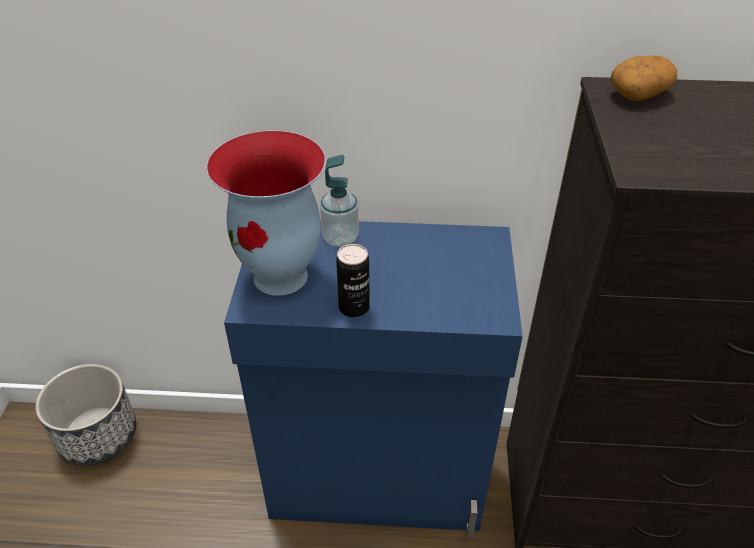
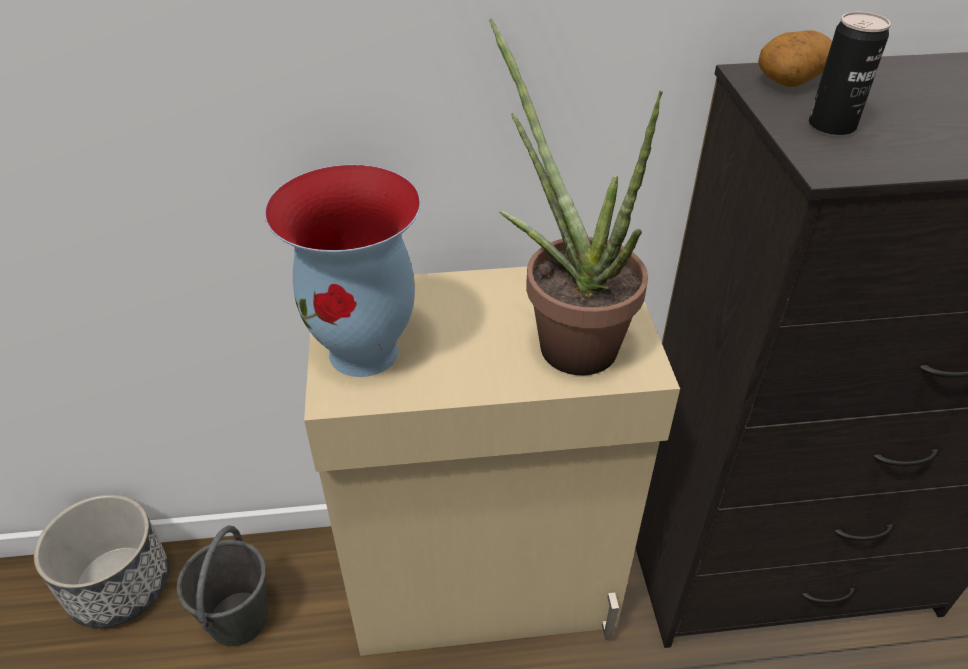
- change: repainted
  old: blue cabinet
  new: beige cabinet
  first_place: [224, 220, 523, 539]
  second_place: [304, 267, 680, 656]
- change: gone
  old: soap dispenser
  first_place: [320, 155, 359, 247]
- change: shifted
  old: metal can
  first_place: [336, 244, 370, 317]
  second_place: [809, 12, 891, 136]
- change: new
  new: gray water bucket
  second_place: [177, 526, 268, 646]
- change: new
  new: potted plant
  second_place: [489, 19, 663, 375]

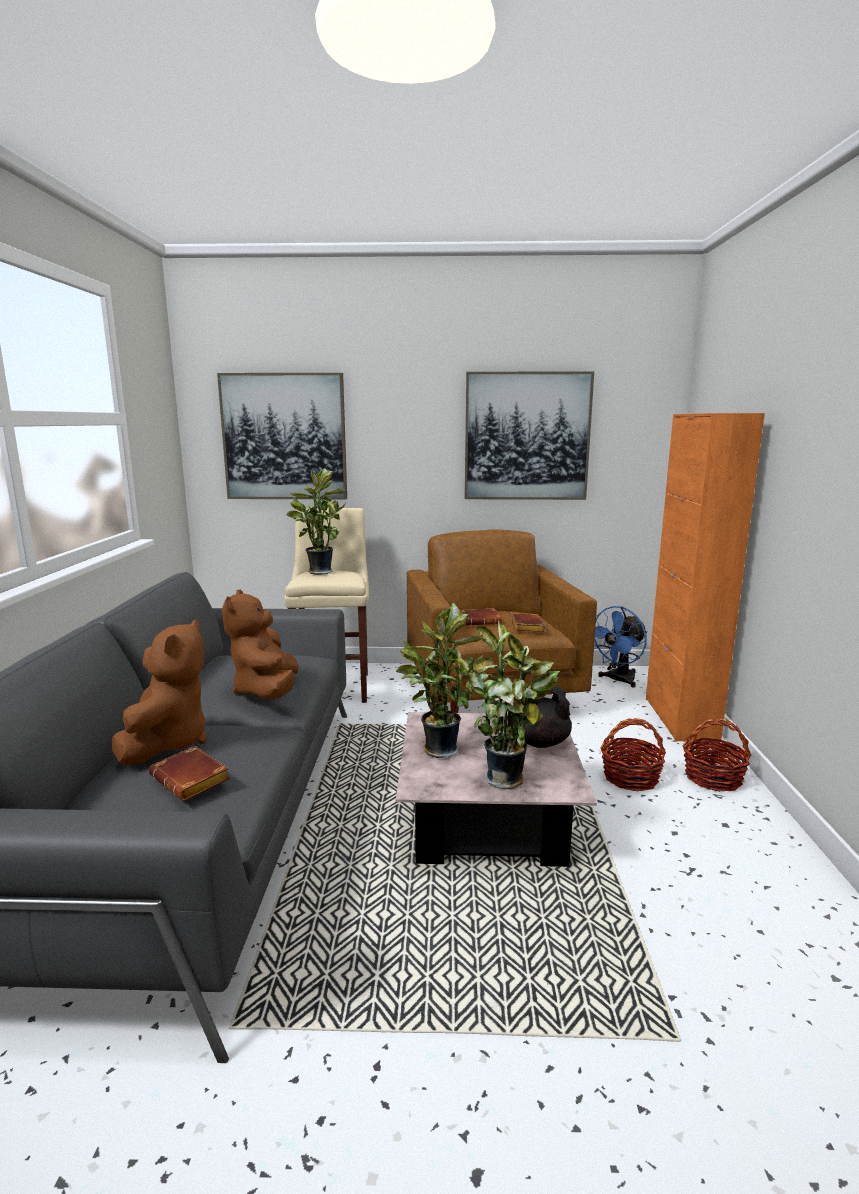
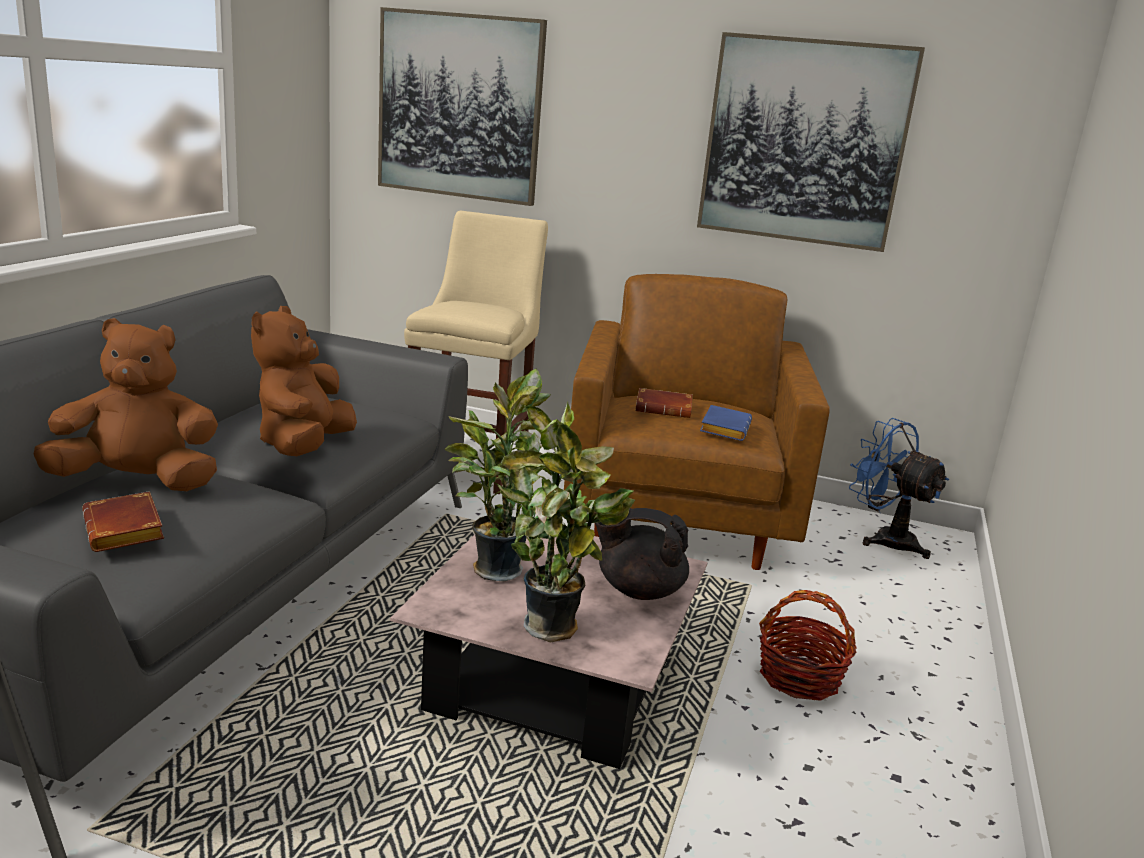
- change: rotated
  old: brown-coloured cuddly toy
  first_place: [112, 619, 207, 765]
  second_place: [33, 318, 218, 491]
  degrees: -120
- change: gone
  old: potted plant
  first_place: [287, 468, 346, 575]
- change: repainted
  old: brown-coloured volume
  new: blue volume
  first_place: [511, 613, 546, 632]
  second_place: [700, 405, 752, 441]
- change: rotated
  old: blue fan
  first_place: [594, 606, 647, 688]
  second_place: [849, 418, 949, 559]
  degrees: 75
- change: gone
  old: orangey cabinet
  first_place: [646, 413, 765, 741]
- change: gone
  old: household basket
  first_place: [682, 718, 751, 792]

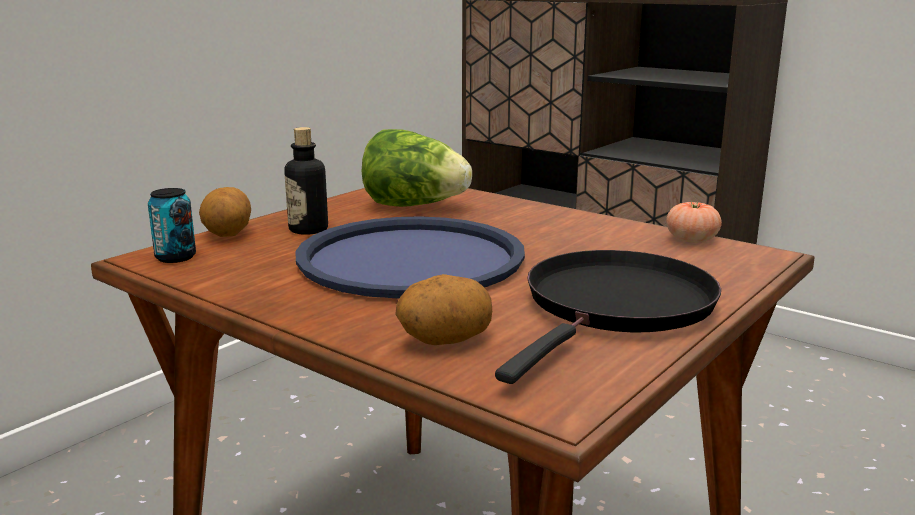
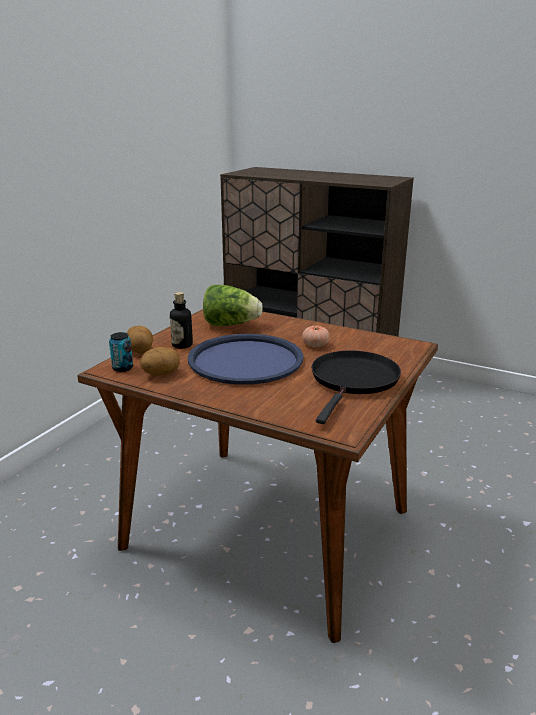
- change: shifted
  old: spud
  first_place: [395, 274, 492, 345]
  second_place: [140, 347, 180, 376]
- change: shifted
  old: whole tomato
  first_place: [666, 201, 722, 243]
  second_place: [302, 326, 330, 347]

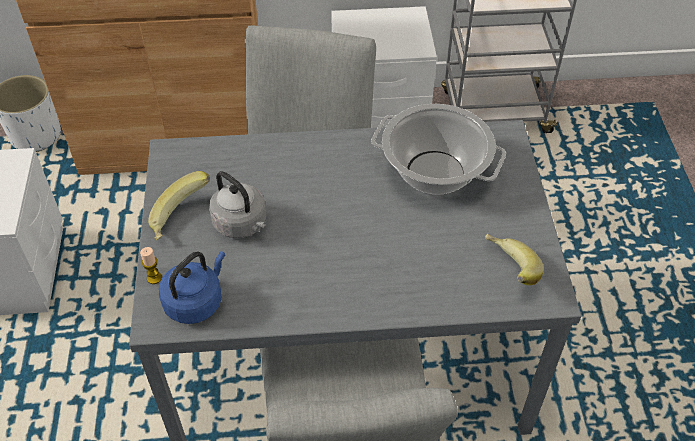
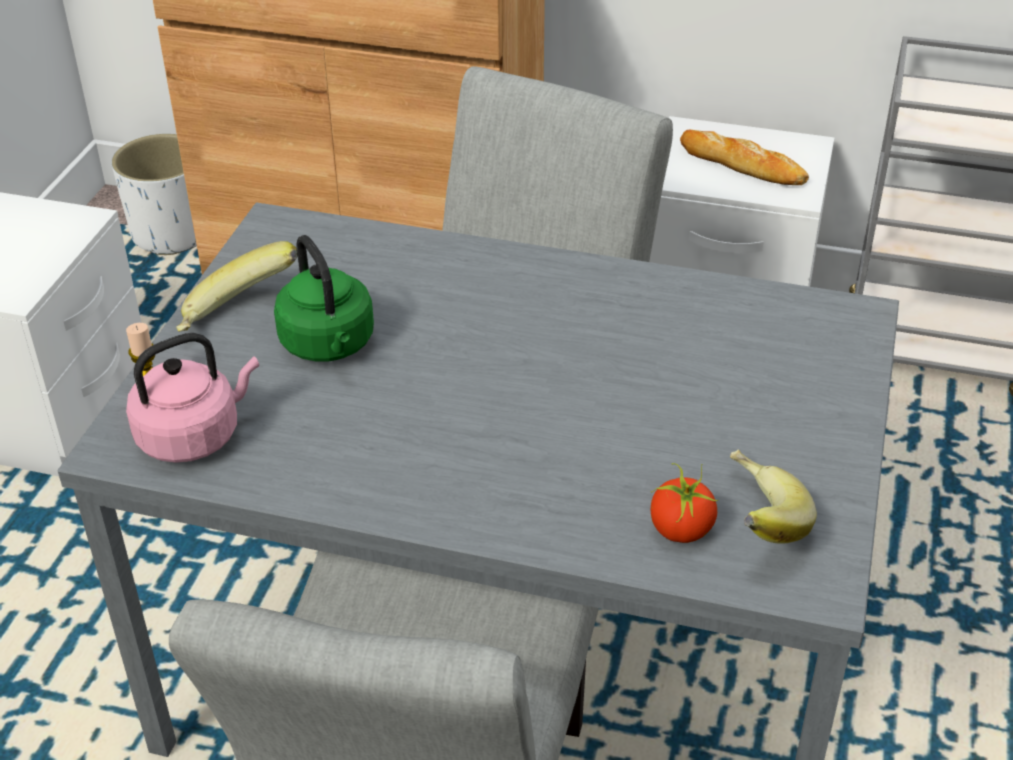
- change: repainted
  old: blue kettle
  new: pink kettle
  first_place: [159, 251, 226, 324]
  second_place: [126, 333, 259, 463]
- change: repainted
  old: gray kettle
  new: greenish kettle
  first_place: [209, 171, 266, 238]
  second_place: [274, 235, 374, 362]
- change: gone
  old: cooking pot
  first_place: [371, 104, 506, 195]
- change: new
  new: whole tomato
  second_place: [650, 463, 718, 543]
- change: new
  new: bakery bread
  second_place: [680, 129, 809, 185]

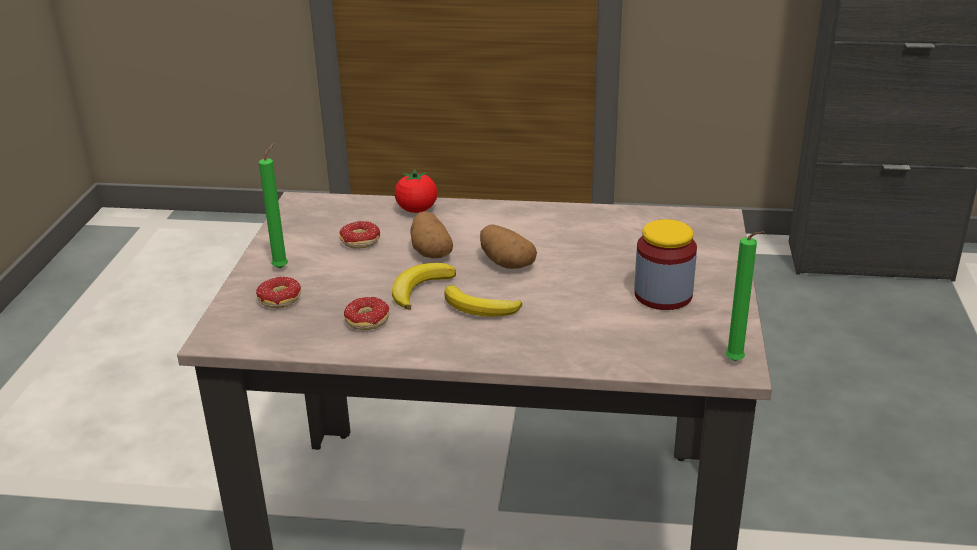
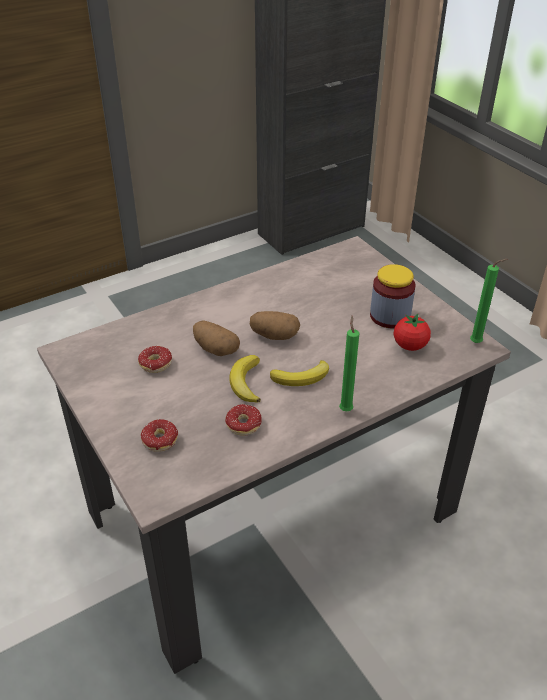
- change: shifted
  old: greenish candle
  first_place: [259, 143, 288, 269]
  second_place: [339, 316, 359, 411]
- change: shifted
  old: whole tomato
  first_place: [395, 169, 437, 213]
  second_place: [394, 314, 431, 351]

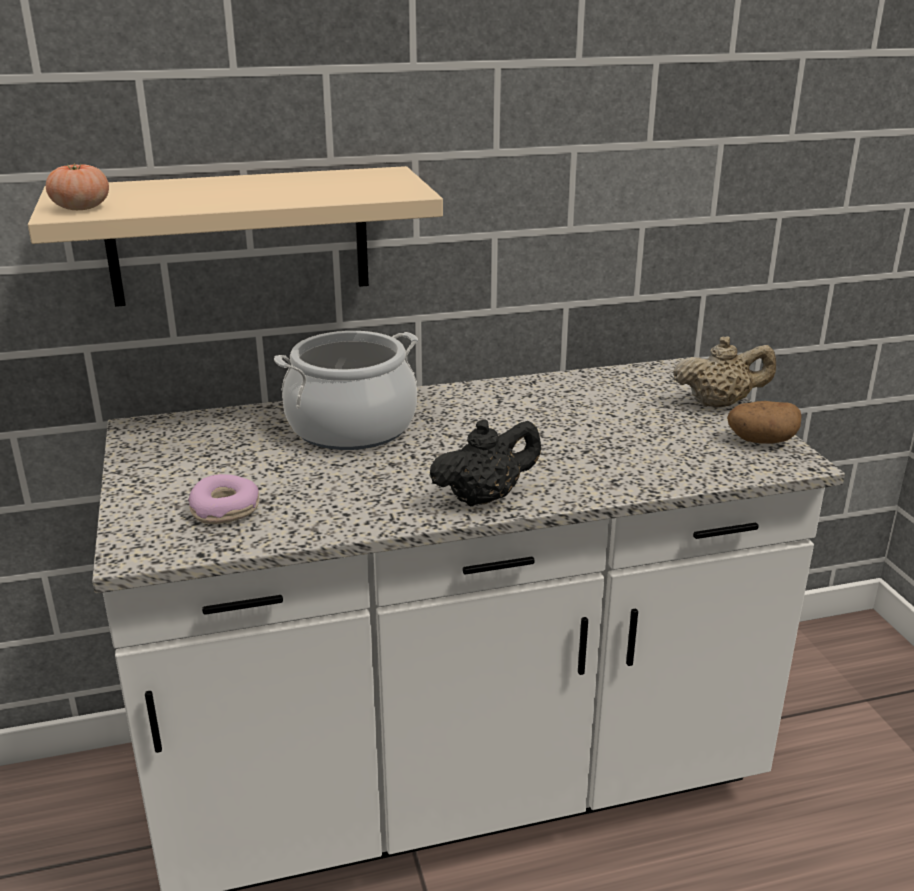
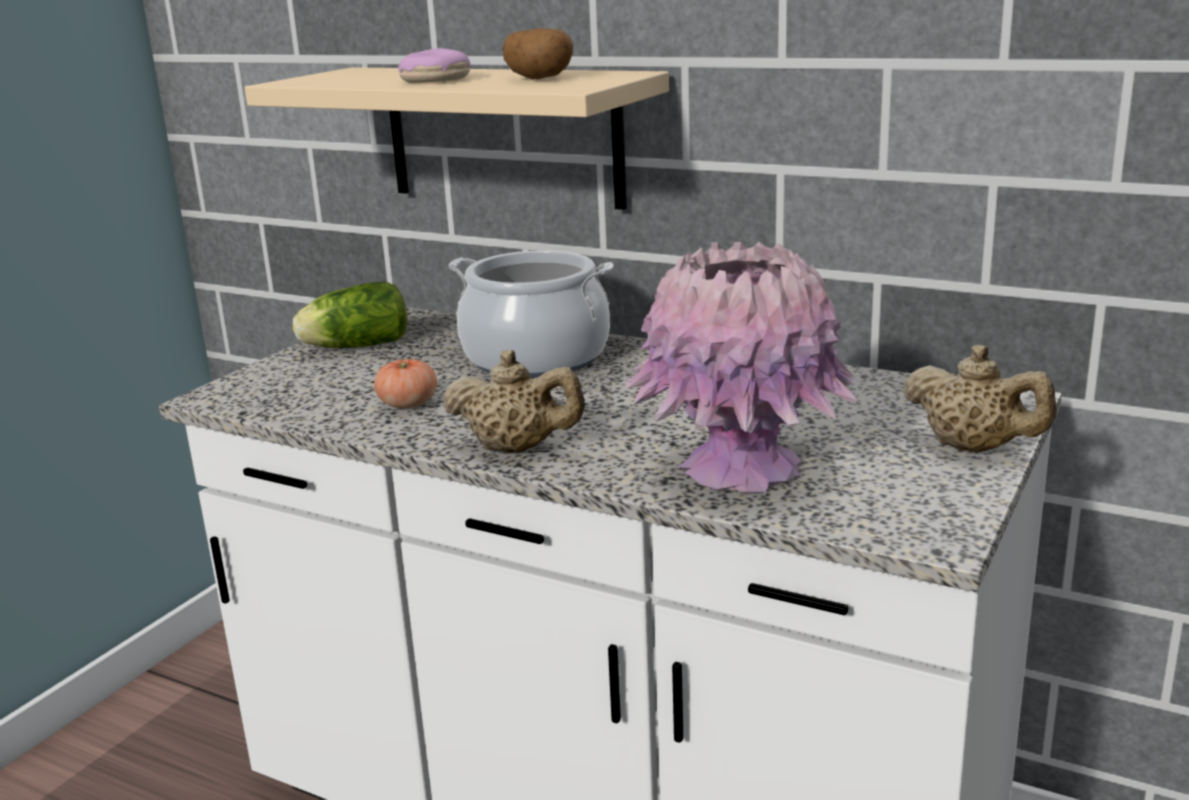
- change: shifted
  old: whole tomato
  first_place: [46, 163, 109, 210]
  second_place: [374, 359, 437, 408]
- change: shifted
  old: doughnut
  first_place: [188, 474, 259, 524]
  second_place: [398, 48, 470, 83]
- change: repainted
  old: black-coloured pot for tea
  new: beige pot for tea
  first_place: [429, 419, 541, 507]
  second_place: [443, 350, 585, 453]
- change: shifted
  old: spud
  first_place: [727, 401, 801, 444]
  second_place: [503, 28, 573, 79]
- change: new
  new: head of lettuce
  second_place: [293, 282, 408, 348]
- change: new
  new: pink vase
  second_place: [626, 242, 858, 493]

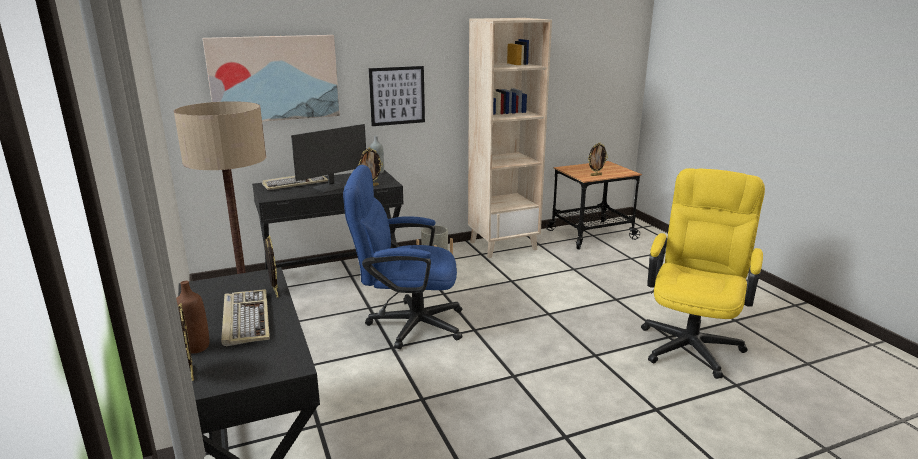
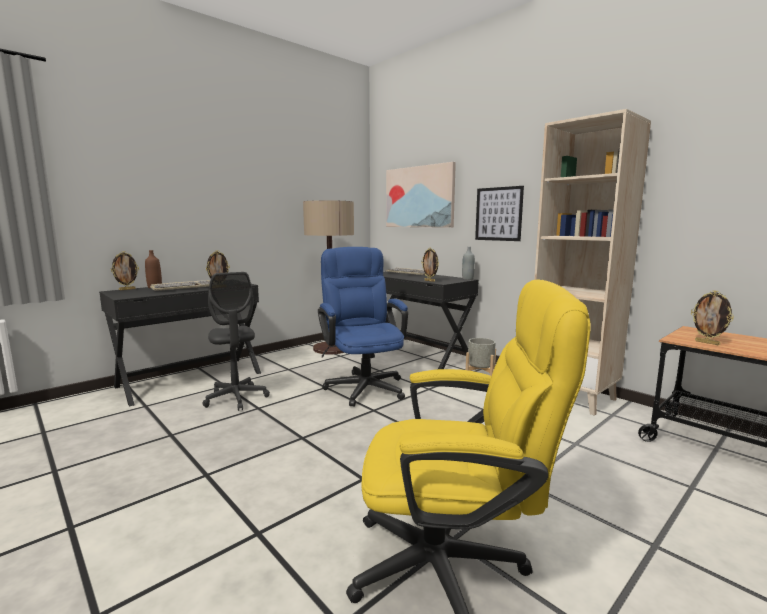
- change: gone
  old: monitor
  first_place: [291, 124, 366, 193]
- change: new
  new: gray computer chair
  second_place: [203, 272, 270, 411]

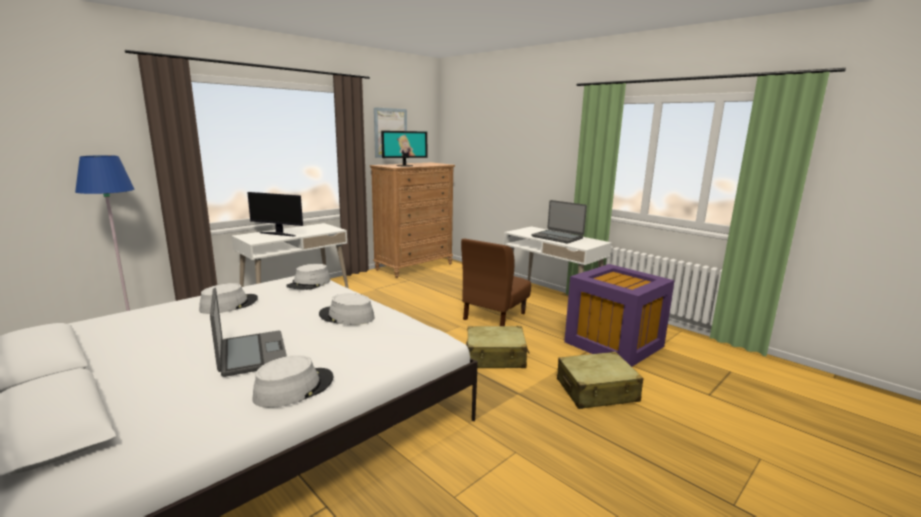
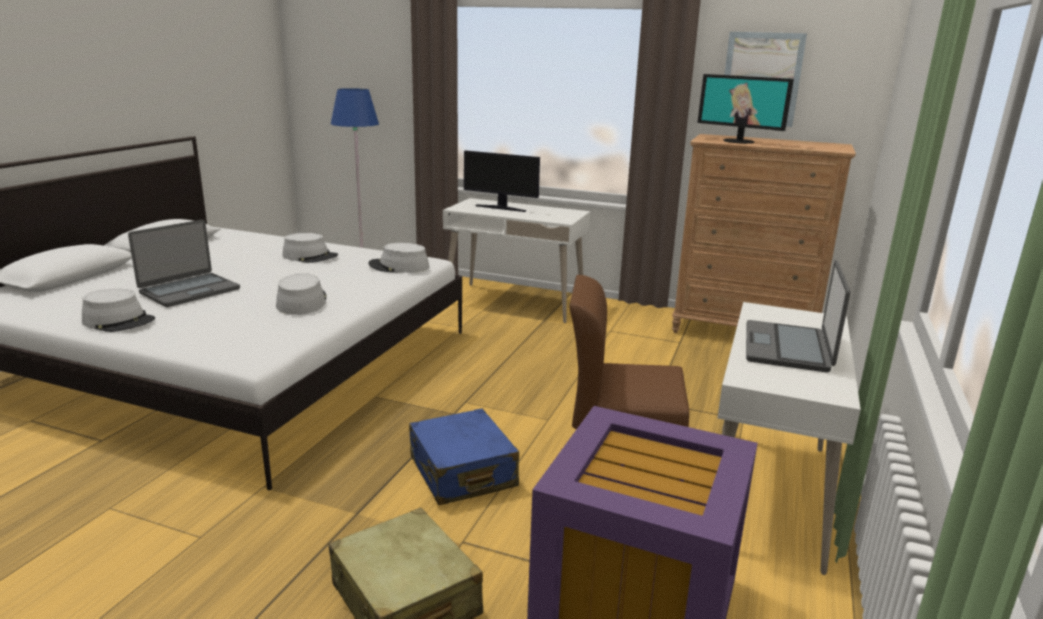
- change: rotated
  old: monitor
  first_place: [247, 192, 303, 237]
  second_place: [464, 150, 540, 212]
  degrees: -60
- change: repainted
  old: beige suitcase
  new: blue suitcase
  first_place: [466, 326, 530, 368]
  second_place: [409, 408, 519, 505]

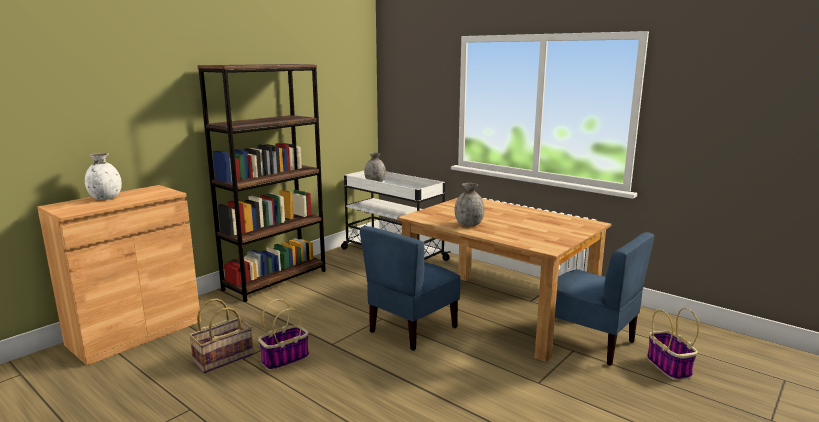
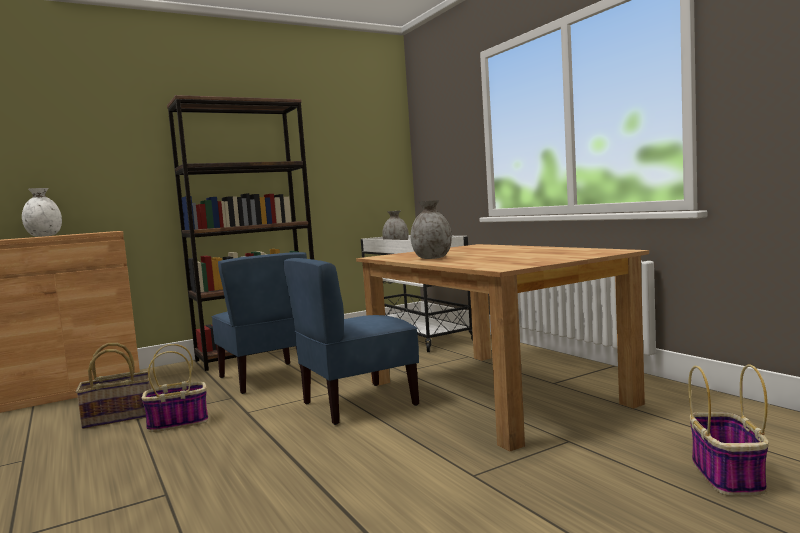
- change: shifted
  old: blue upright chair
  first_place: [555, 232, 654, 366]
  second_place: [211, 252, 307, 394]

